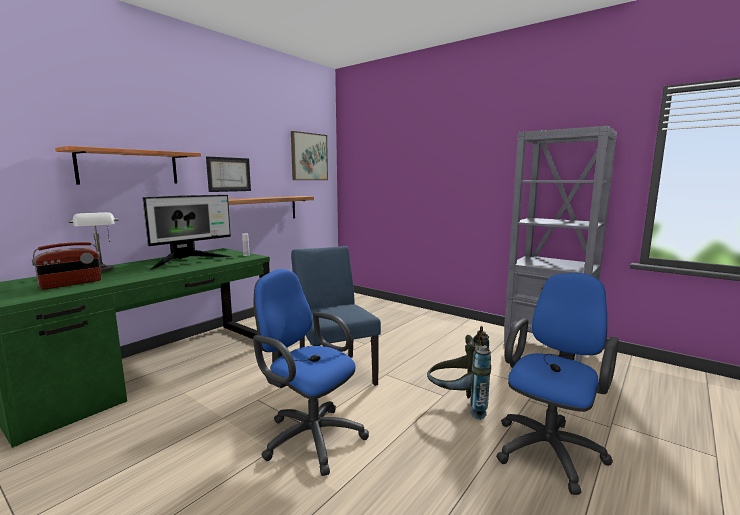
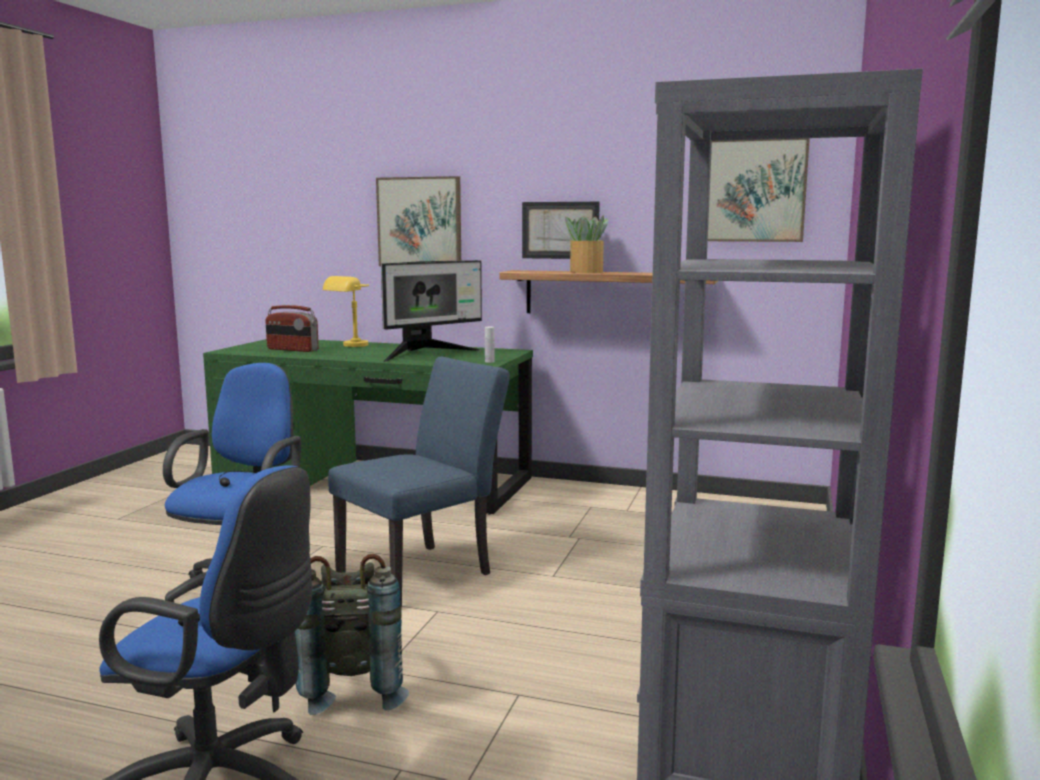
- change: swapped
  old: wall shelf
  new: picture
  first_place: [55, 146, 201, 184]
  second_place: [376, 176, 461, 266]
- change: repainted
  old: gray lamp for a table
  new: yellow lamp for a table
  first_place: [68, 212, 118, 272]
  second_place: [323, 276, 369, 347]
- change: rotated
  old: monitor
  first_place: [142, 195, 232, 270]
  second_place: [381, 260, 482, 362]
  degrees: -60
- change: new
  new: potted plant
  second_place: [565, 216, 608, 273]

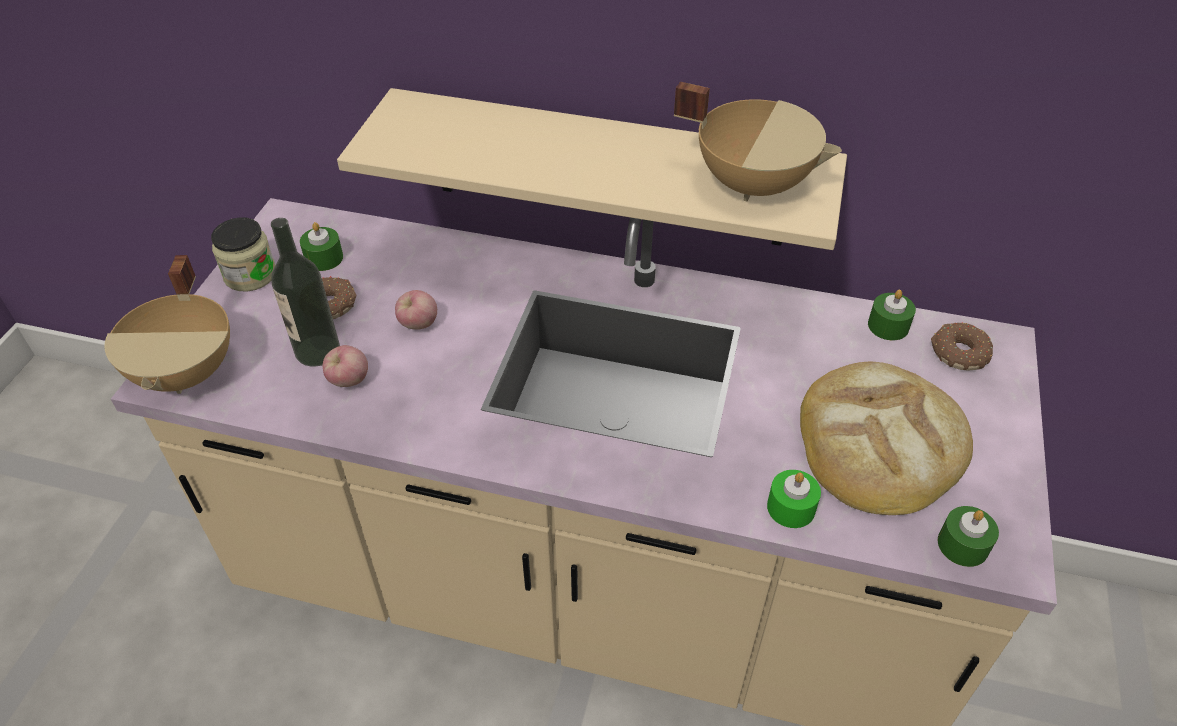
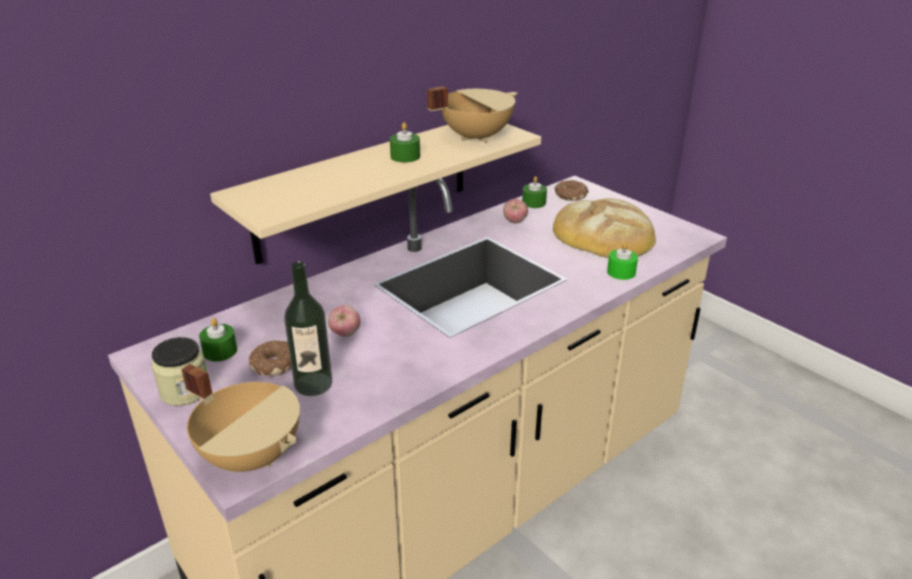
- change: shifted
  old: apple fruit
  first_place: [323, 345, 368, 387]
  second_place: [503, 199, 528, 223]
- change: shifted
  old: greenish candle
  first_place: [938, 506, 999, 567]
  second_place: [390, 122, 420, 163]

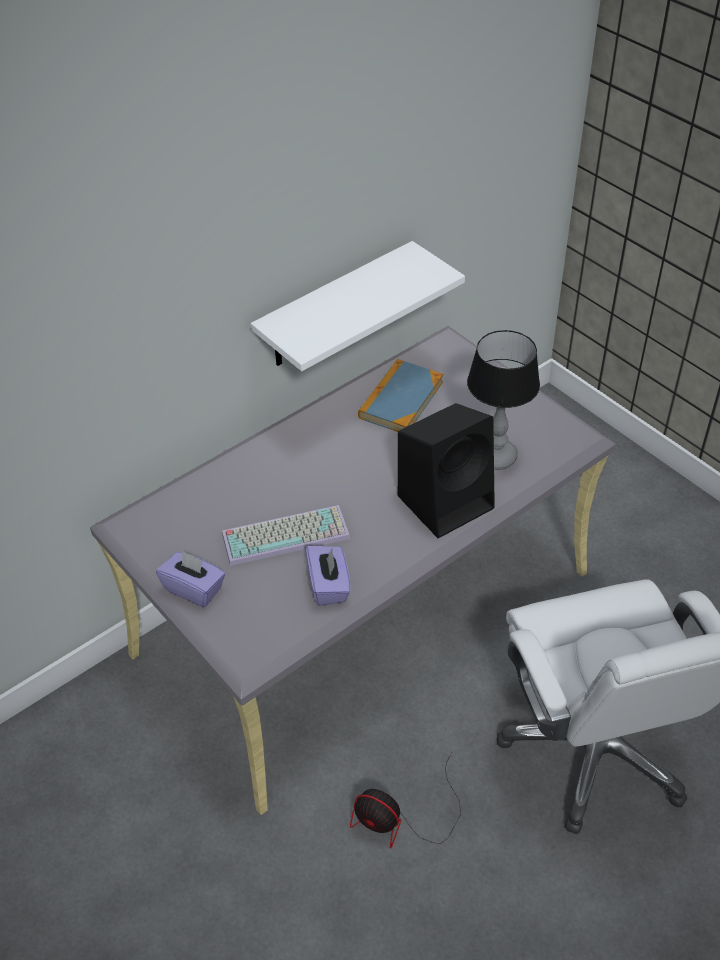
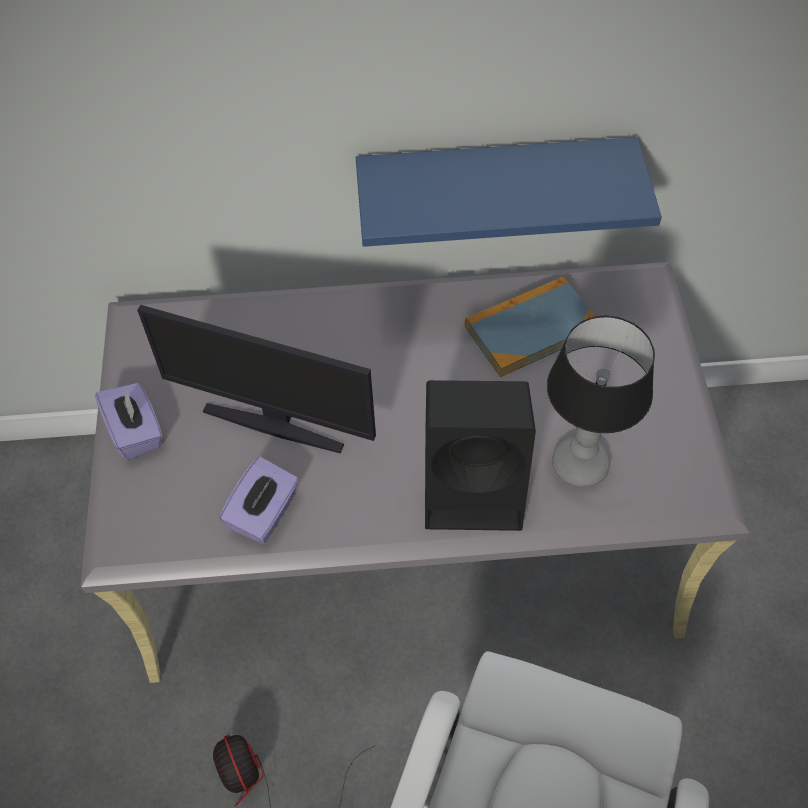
- change: swapped
  old: computer keyboard
  new: monitor
  first_place: [222, 505, 350, 566]
  second_place: [137, 305, 376, 453]
- change: repainted
  old: whitish wall shelf
  new: blue wall shelf
  first_place: [251, 241, 465, 371]
  second_place: [356, 137, 662, 247]

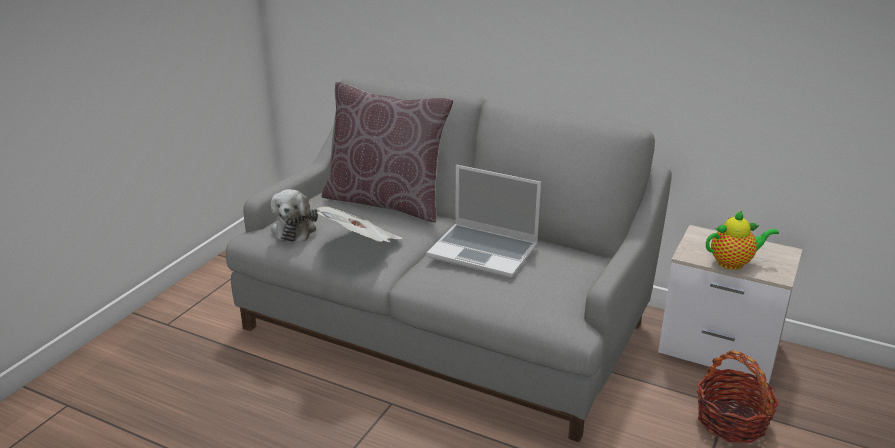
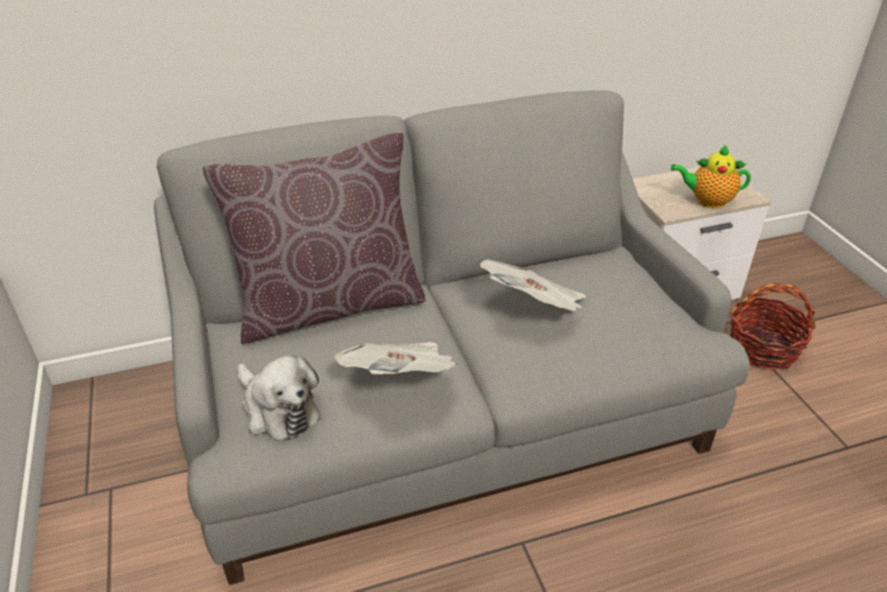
- change: swapped
  old: laptop
  new: daily paper
  first_place: [426, 165, 541, 278]
  second_place: [480, 259, 586, 312]
- change: rotated
  old: pot for tea
  first_place: [706, 211, 779, 270]
  second_place: [671, 145, 751, 208]
  degrees: -120

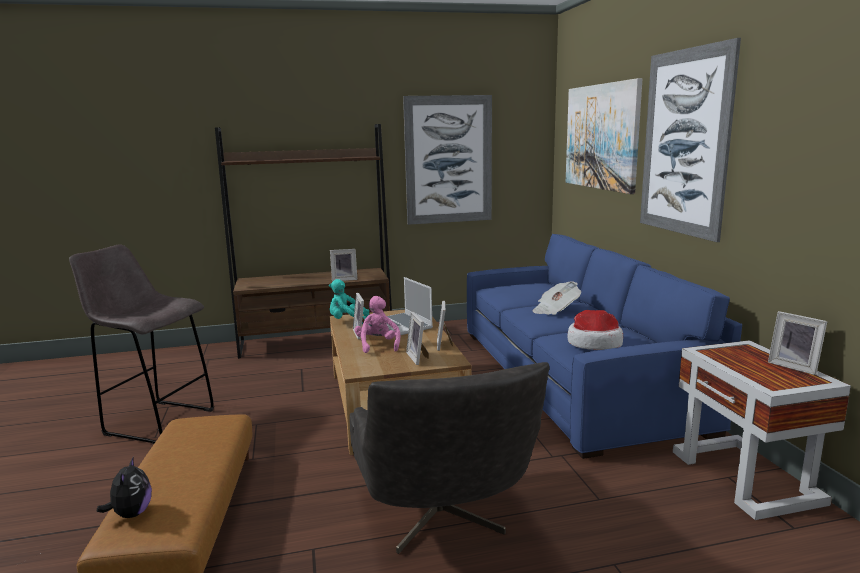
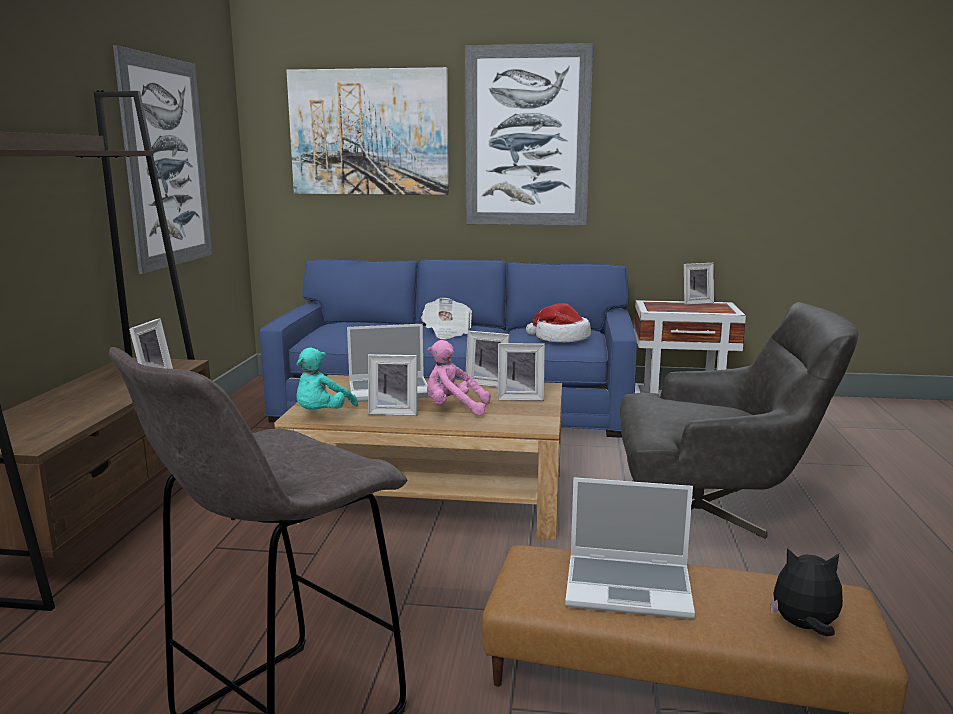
- change: new
  new: laptop
  second_place: [565, 477, 695, 619]

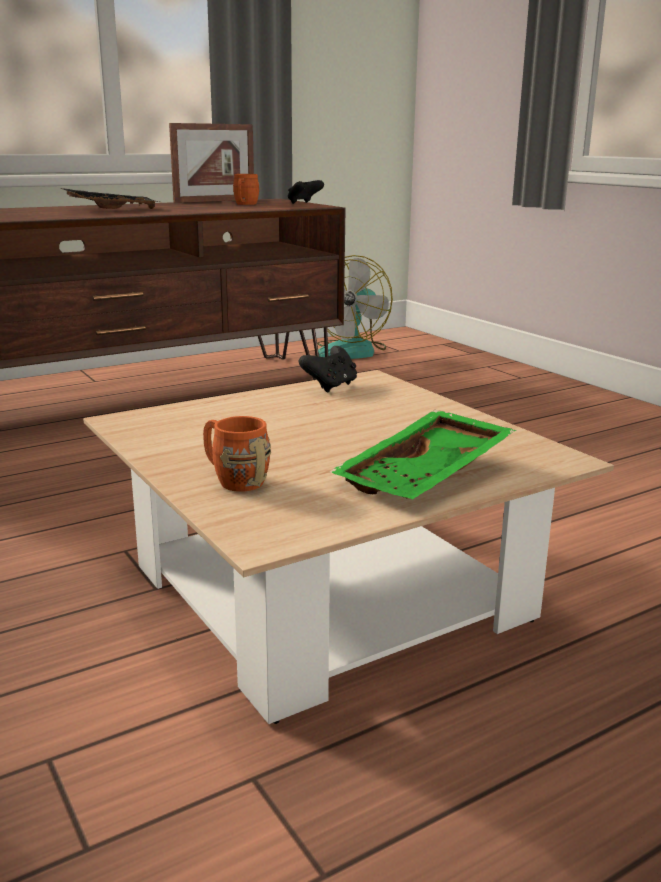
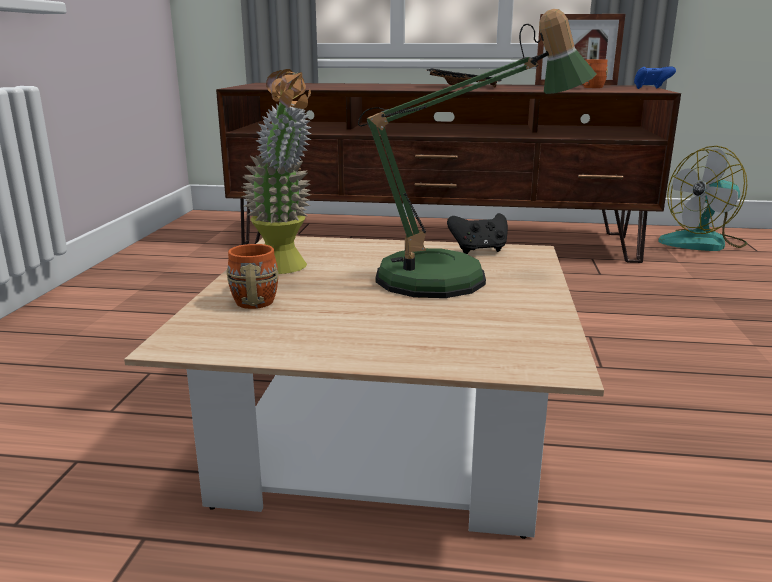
- change: repainted
  old: black-coloured joypad
  new: blue joypad
  first_place: [288, 180, 324, 204]
  second_place: [634, 67, 676, 89]
- change: gone
  old: greenish carrying tray
  first_place: [329, 410, 516, 499]
- change: new
  new: potted plant
  second_place: [241, 69, 311, 274]
- change: new
  new: lamp for a table
  second_place: [358, 9, 596, 298]

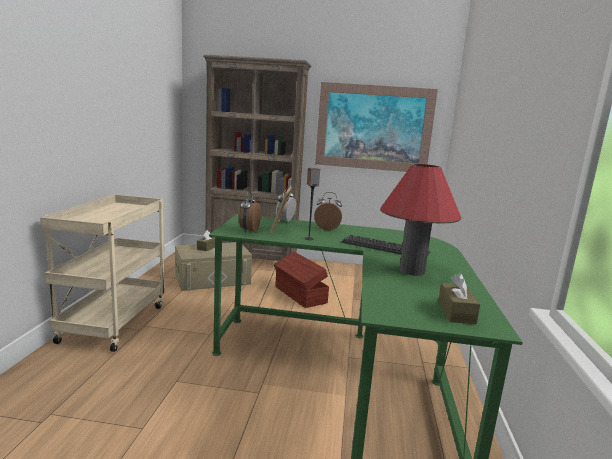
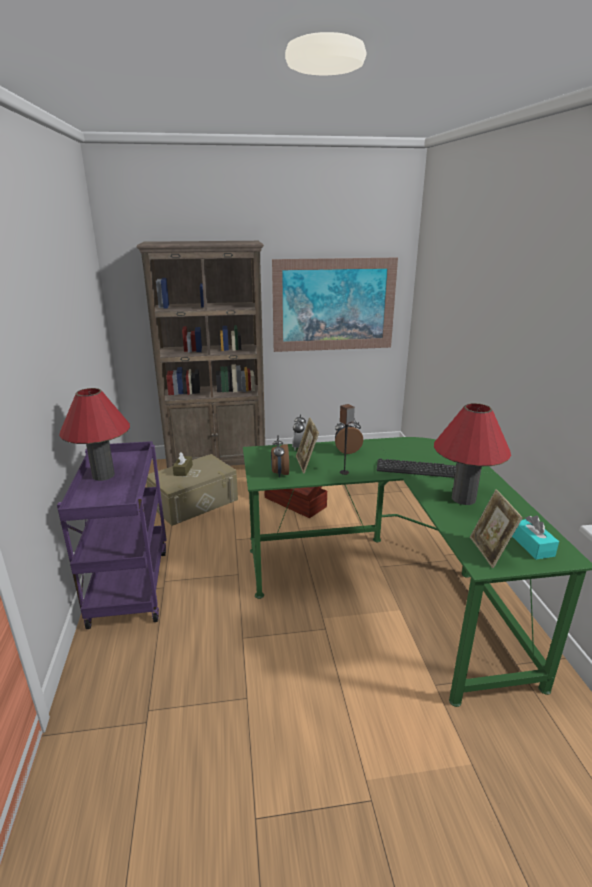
- change: repainted
  old: beige wheeled cart
  new: purplish wheeled cart
  first_place: [40, 194, 165, 352]
  second_place: [57, 441, 166, 629]
- change: repainted
  old: brown-coloured tissue box
  new: turquoise-coloured tissue box
  first_place: [438, 273, 480, 324]
  second_place: [512, 515, 559, 559]
- change: new
  new: red lamp for a table
  second_place: [59, 388, 130, 481]
- change: new
  new: picture frame
  second_place: [470, 489, 523, 568]

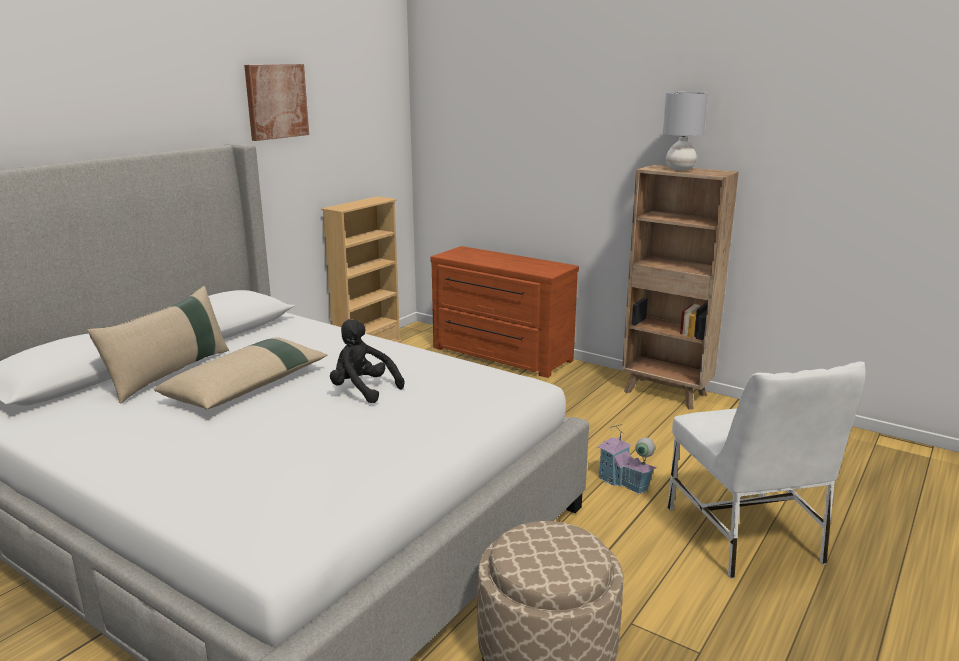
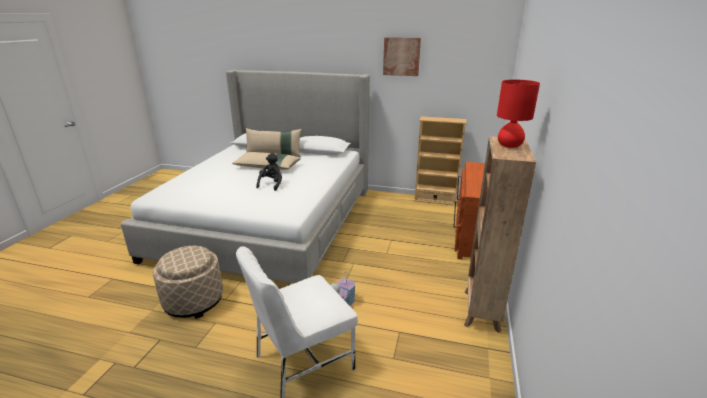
- change: repainted
  old: gray lamp for a table
  new: red lamp for a table
  first_place: [663, 92, 708, 171]
  second_place: [497, 79, 540, 148]

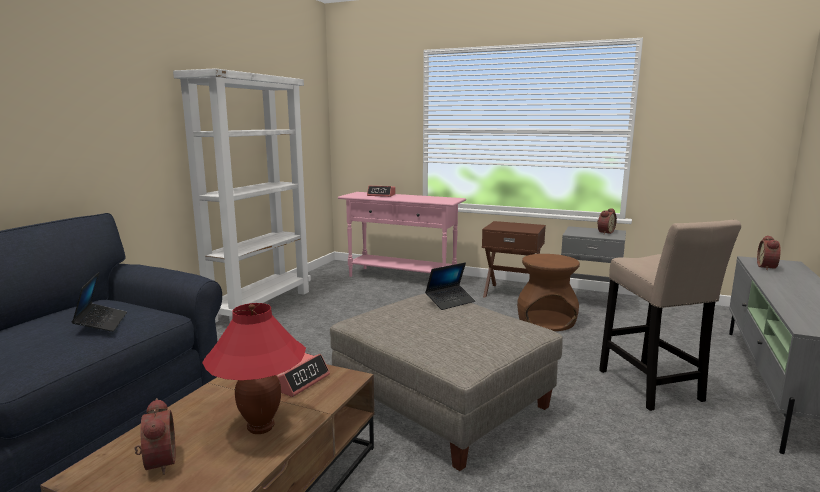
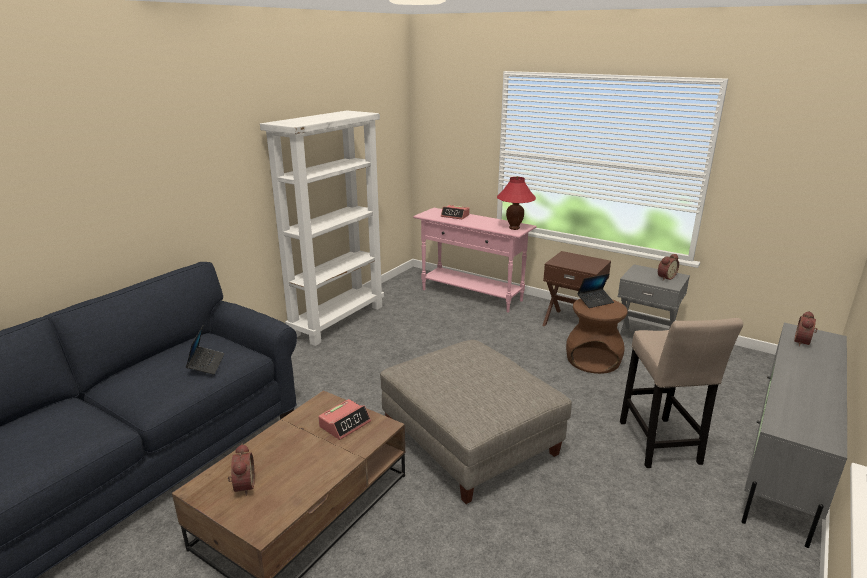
- change: shifted
  old: red lamp for a table
  first_place: [202, 303, 306, 434]
  second_place: [497, 176, 536, 230]
- change: shifted
  old: laptop
  first_place: [425, 263, 475, 310]
  second_place: [577, 274, 614, 308]

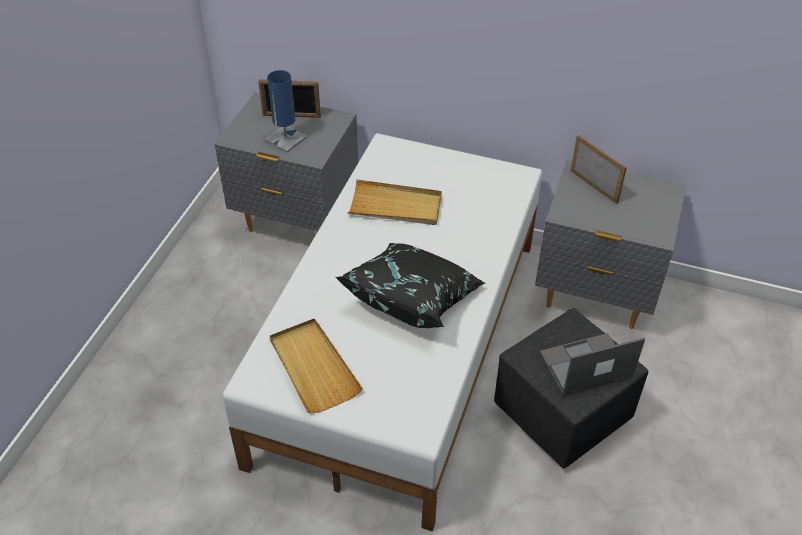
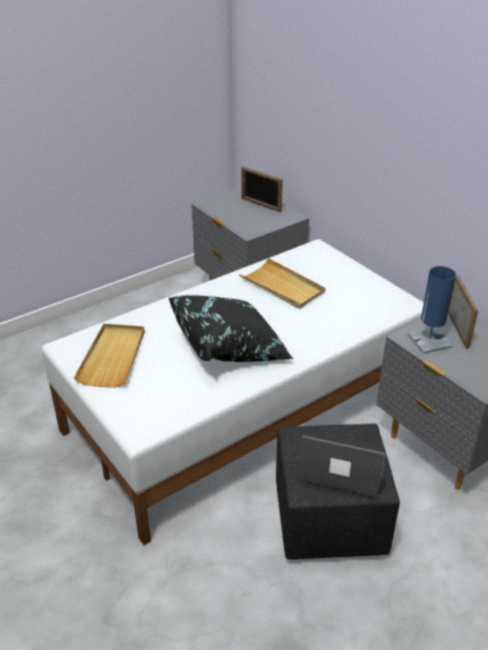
- change: shifted
  old: blue lamp for a table
  first_place: [265, 70, 307, 153]
  second_place: [408, 266, 456, 354]

